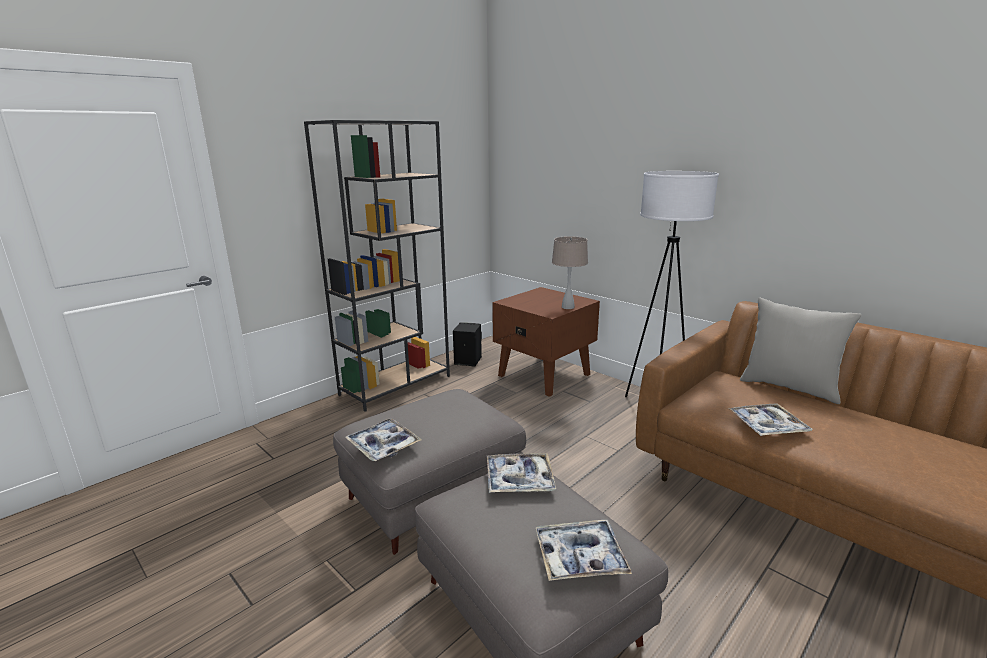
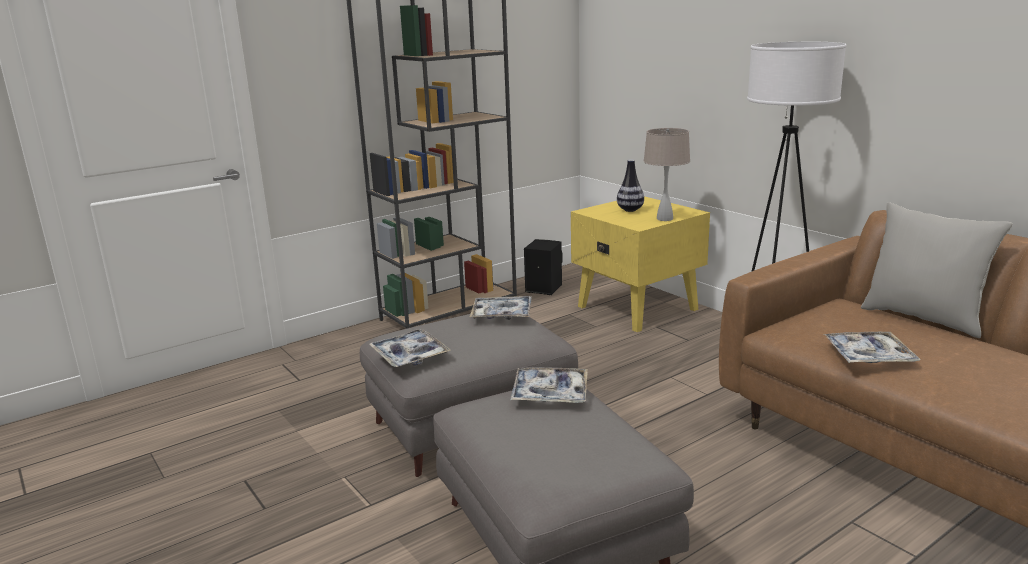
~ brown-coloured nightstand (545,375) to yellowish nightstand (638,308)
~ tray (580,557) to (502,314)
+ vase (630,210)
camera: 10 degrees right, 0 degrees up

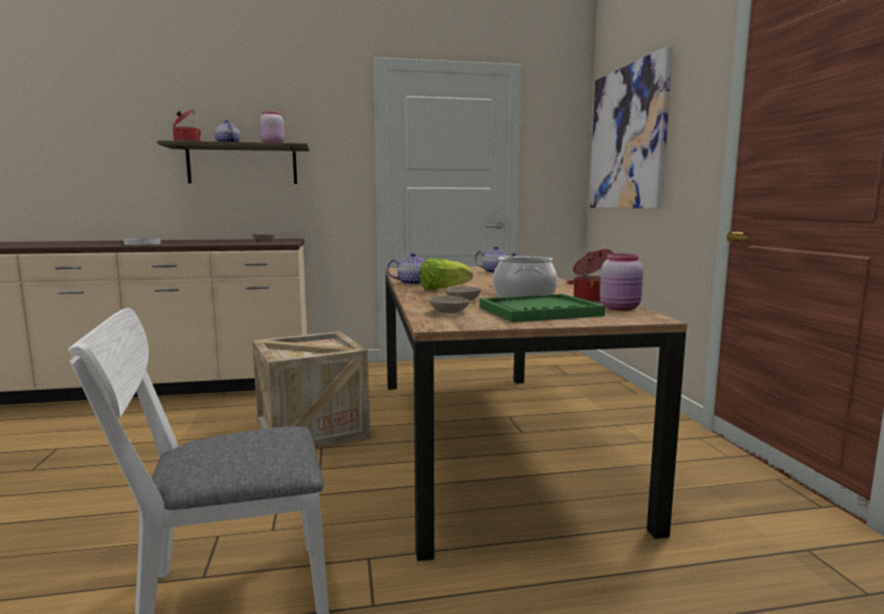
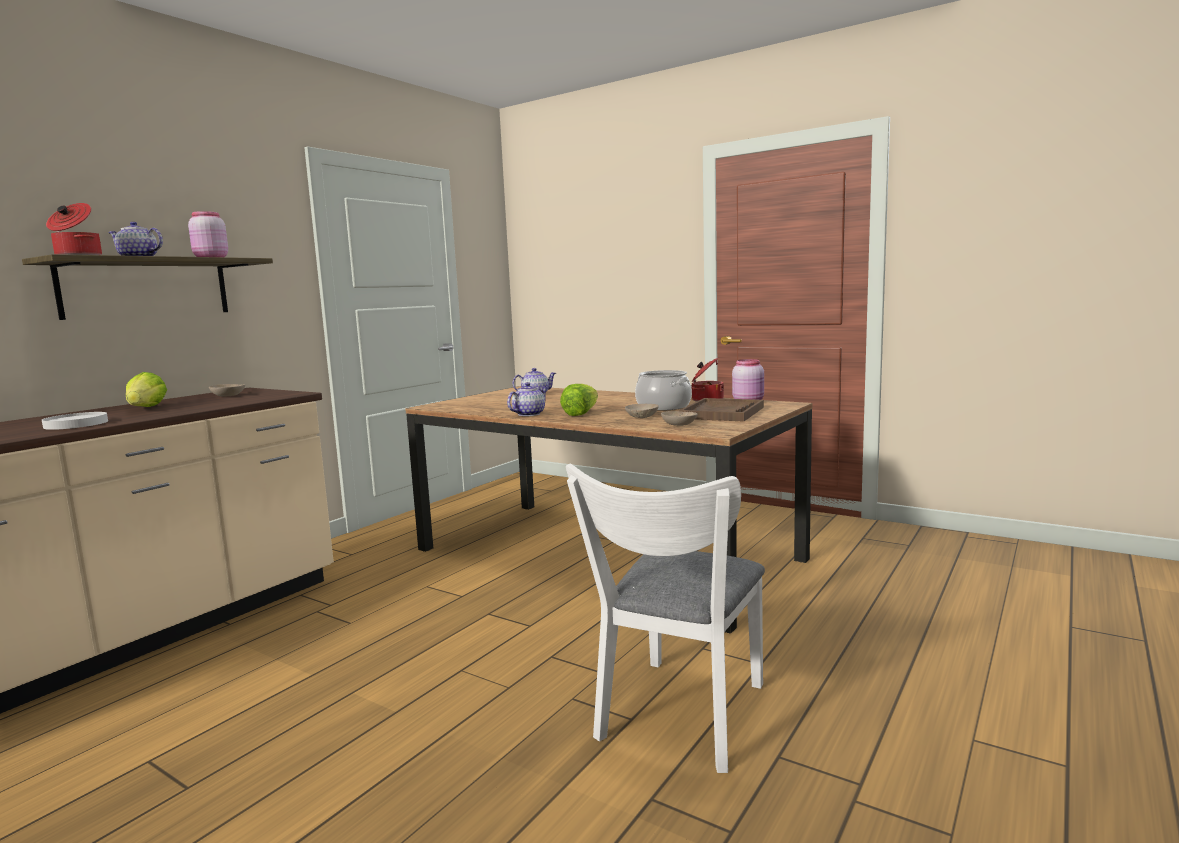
- crate (311,429)
~ green tray (539,311) to brown-coloured tray (722,413)
- wall picture (628,138)
+ lettuce head (146,408)
camera: 45 degrees left, 0 degrees up

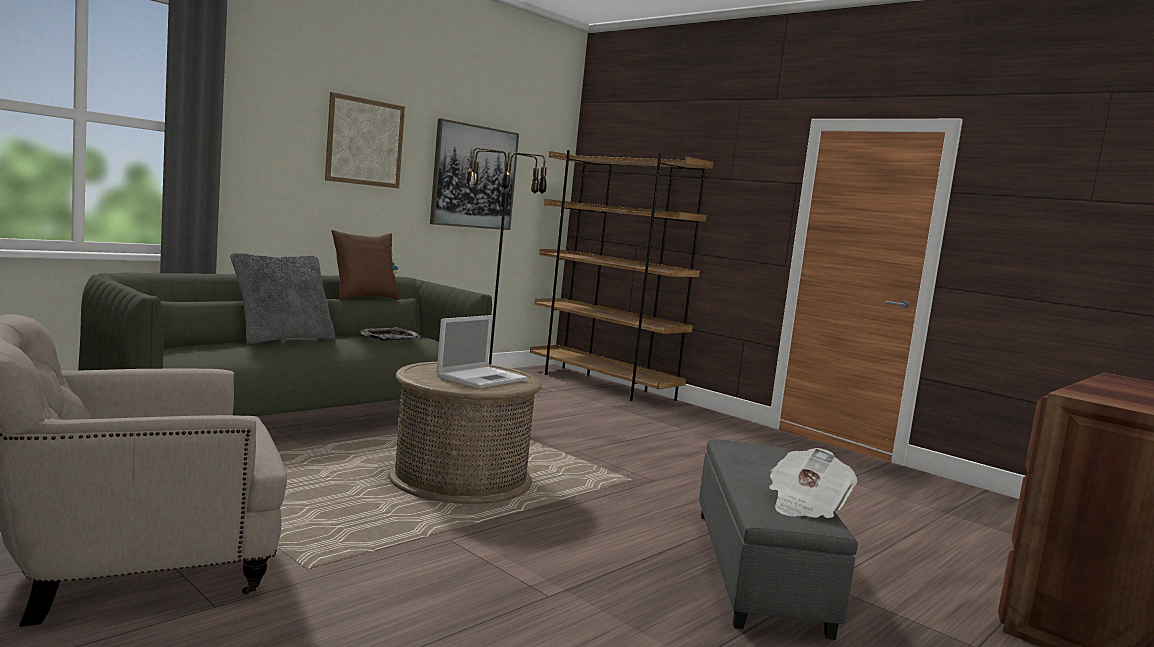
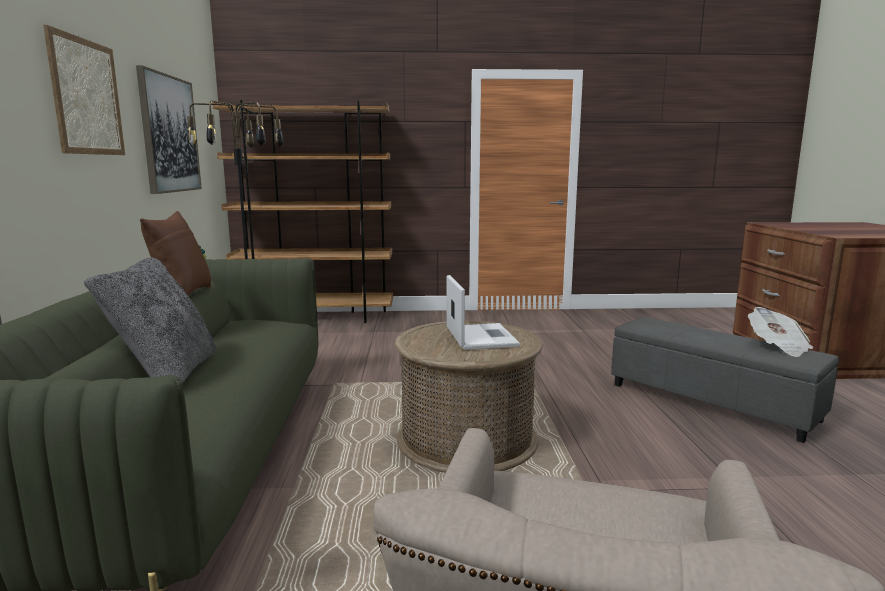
- tray (390,338)
camera: 45 degrees left, 5 degrees up

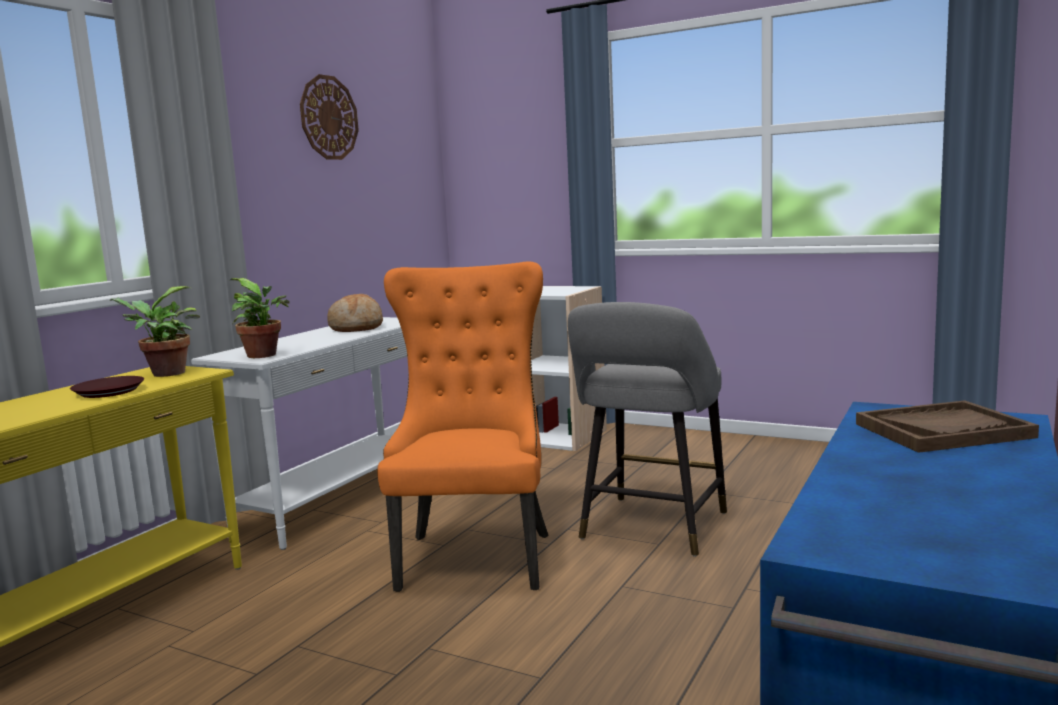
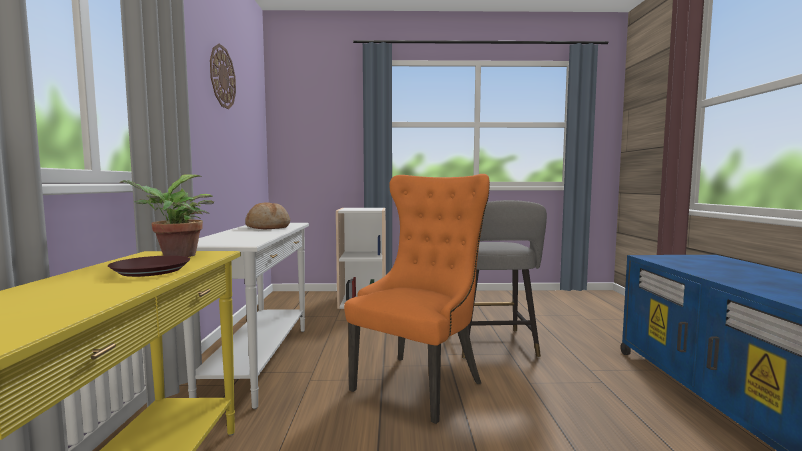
- houseplant (264,355)
~ orangey plain chair (474,559) = (418,385) 60 degrees clockwise
- brown-coloured tray (943,430)
camera: 30 degrees left, 5 degrees down

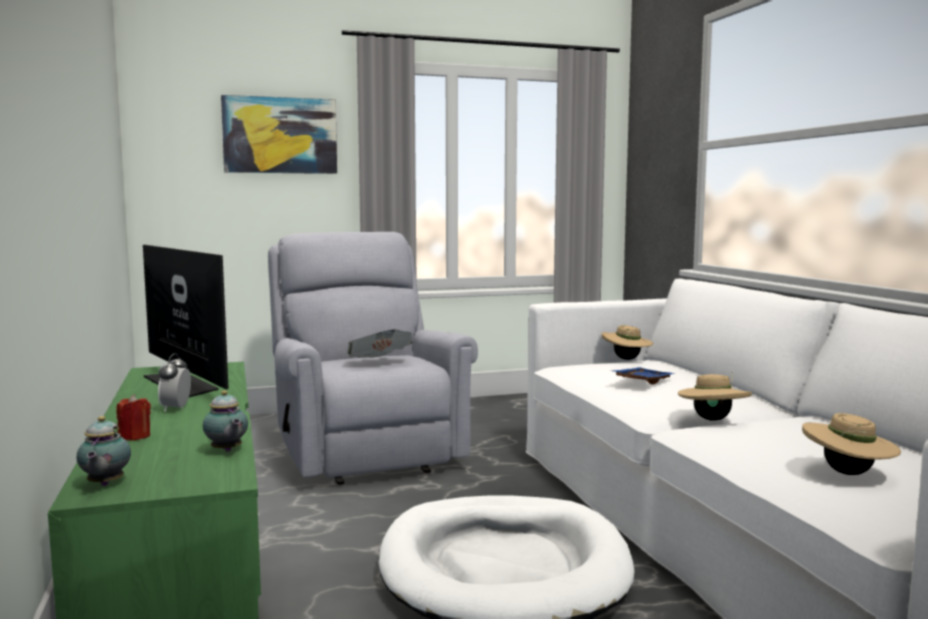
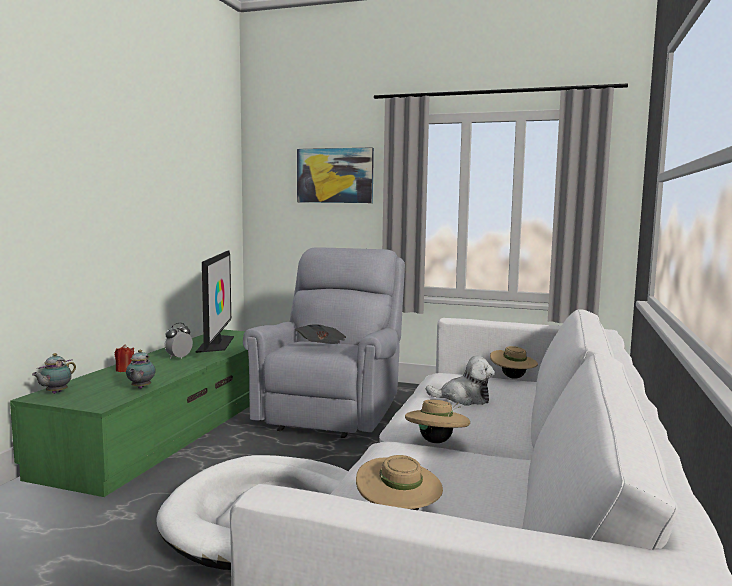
~ blue-coloured tray (641,382) to plush toy (463,399)
camera: 35 degrees right, 0 degrees up

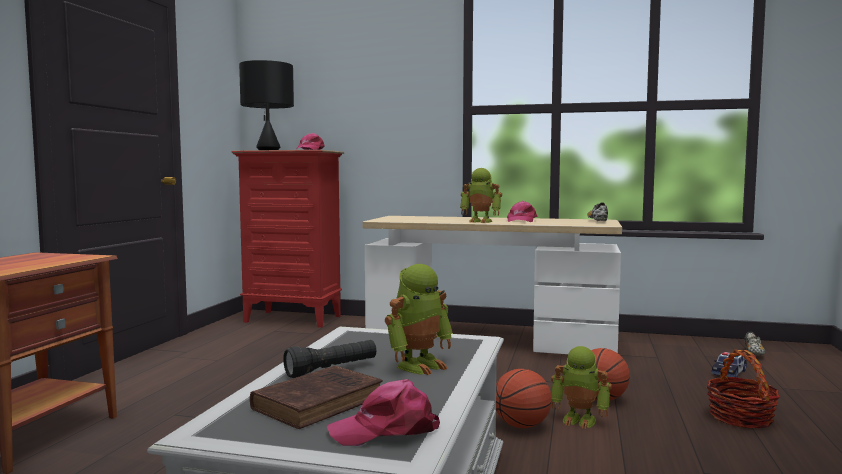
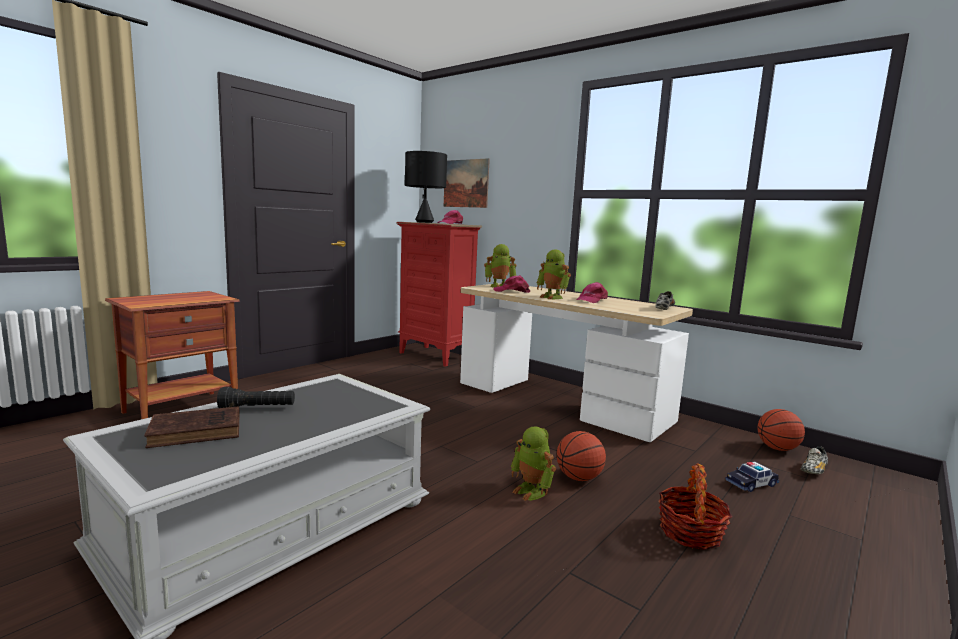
~ pink peaked cap (386,430) to (512,291)
~ robot figure (419,365) to (499,286)
~ ball for basketball (521,426) to (777,448)
+ wall picture (466,183)
camera: 25 degrees right, 5 degrees up

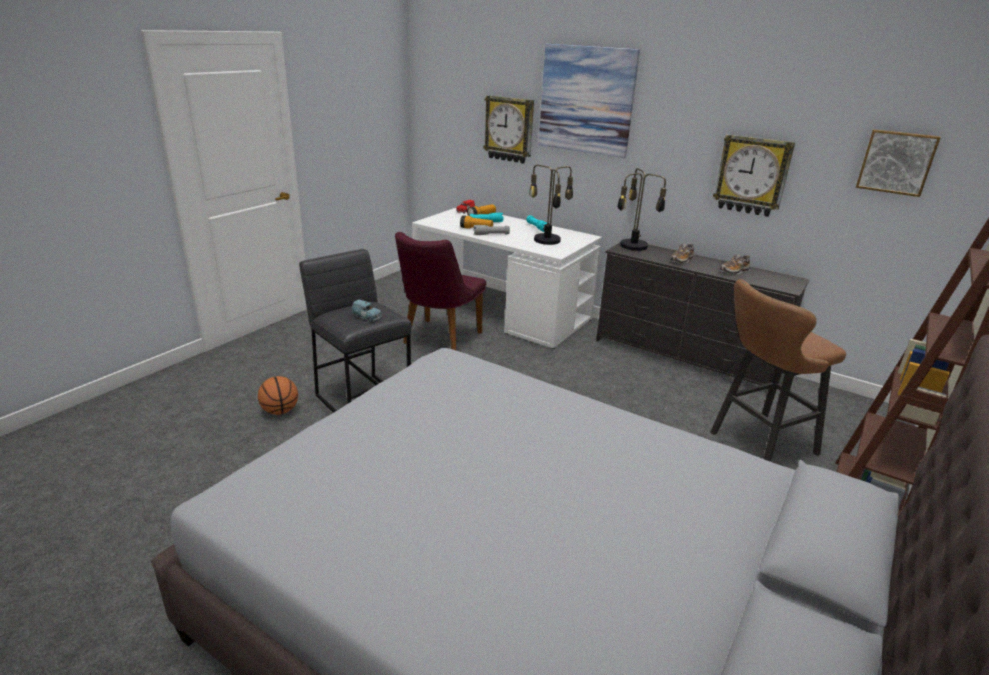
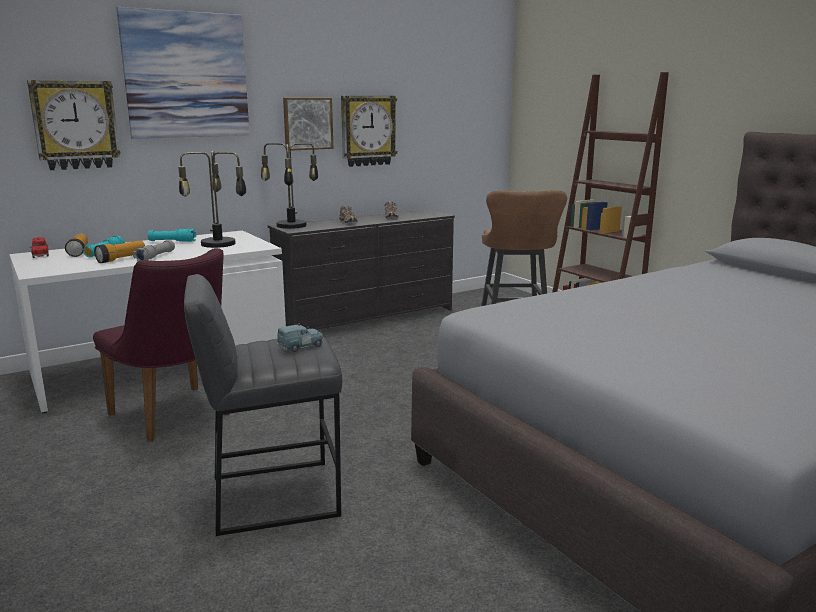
- ball for basketball (280,411)
~ wall picture (896,162) to (307,123)
camera: 65 degrees left, 10 degrees down

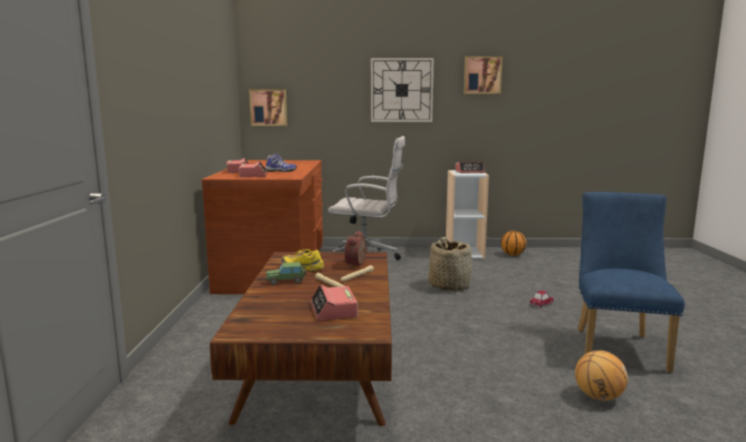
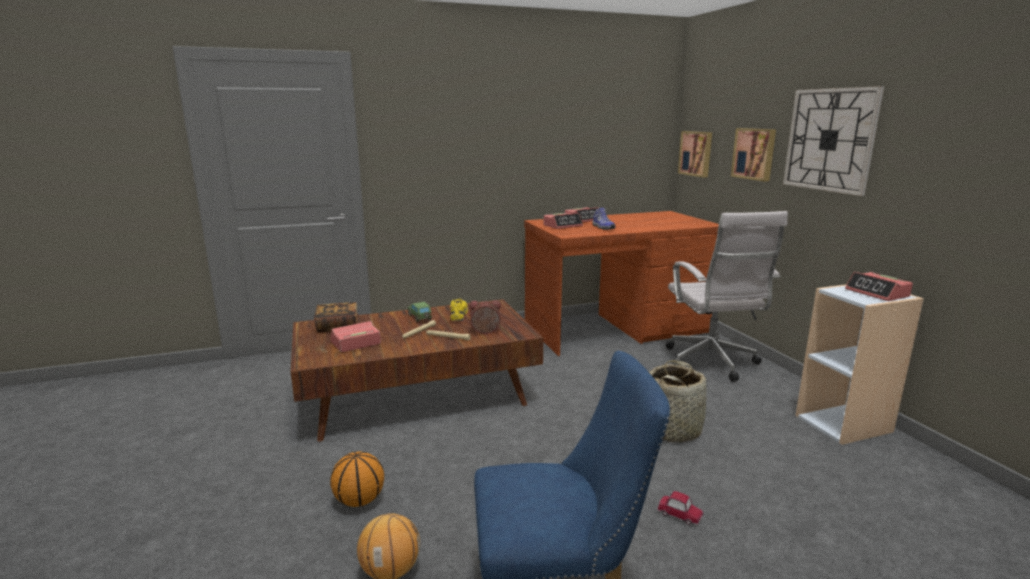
~ wall picture (482,75) to (754,154)
~ ball for basketball (512,254) to (360,500)
+ book (338,326)
camera: 70 degrees right, 5 degrees up

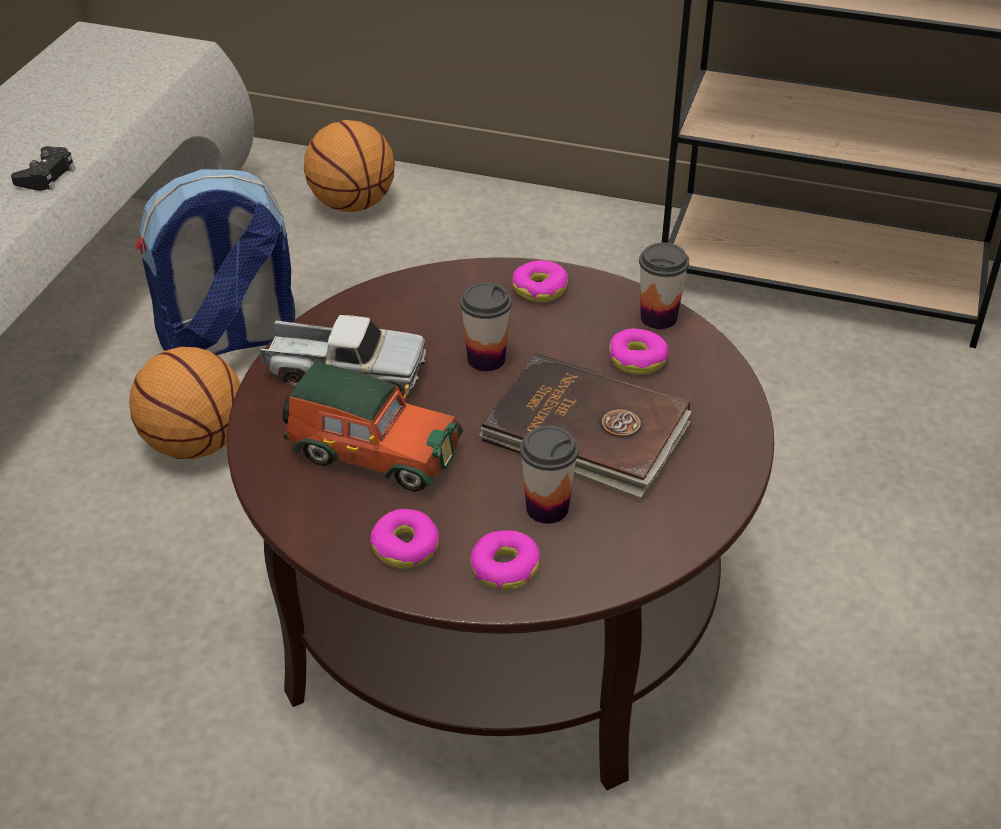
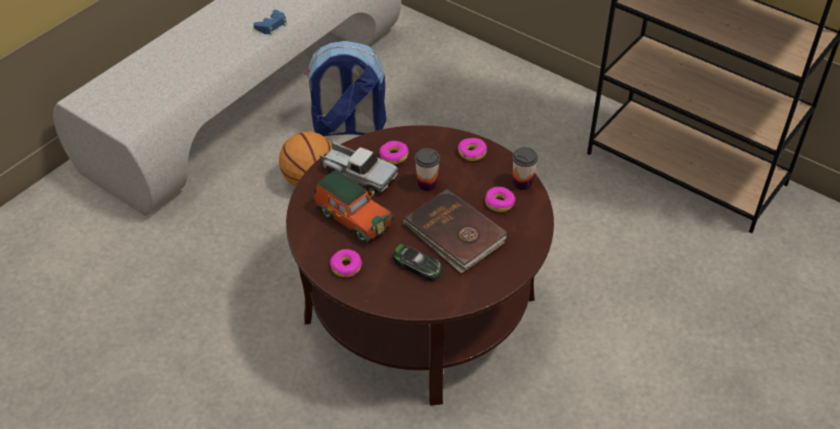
~ blackish joypad (46,175) to blue-coloured joypad (271,26)
- ball for basketball (353,204)
~ donut (504,568) to (393,156)
~ drinking cup (547,508) to toy car (417,266)
camera: 20 degrees right, 5 degrees up

